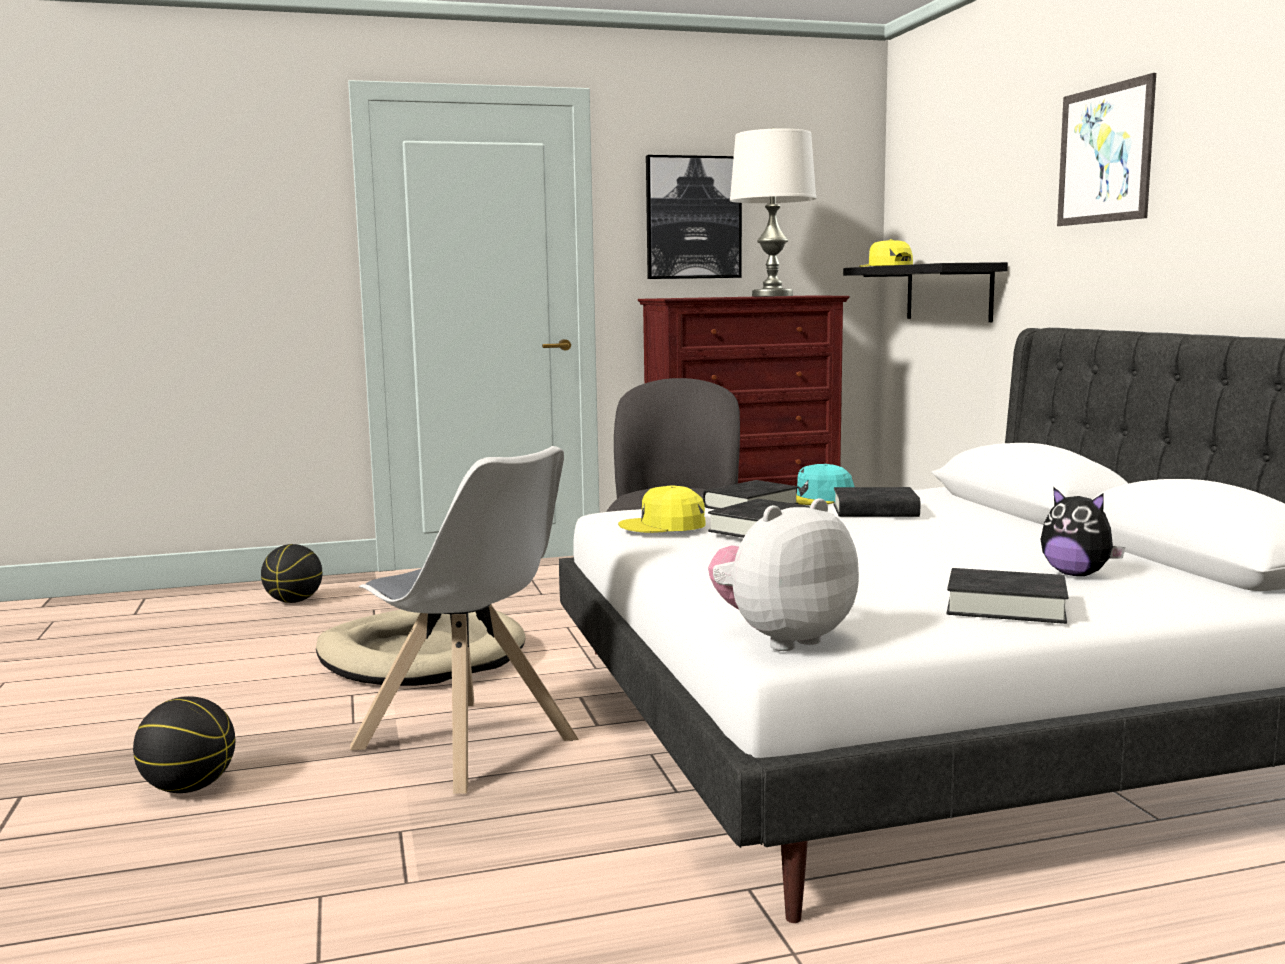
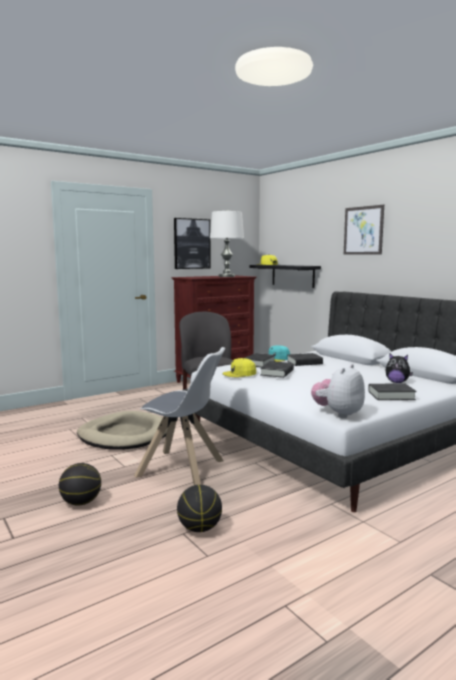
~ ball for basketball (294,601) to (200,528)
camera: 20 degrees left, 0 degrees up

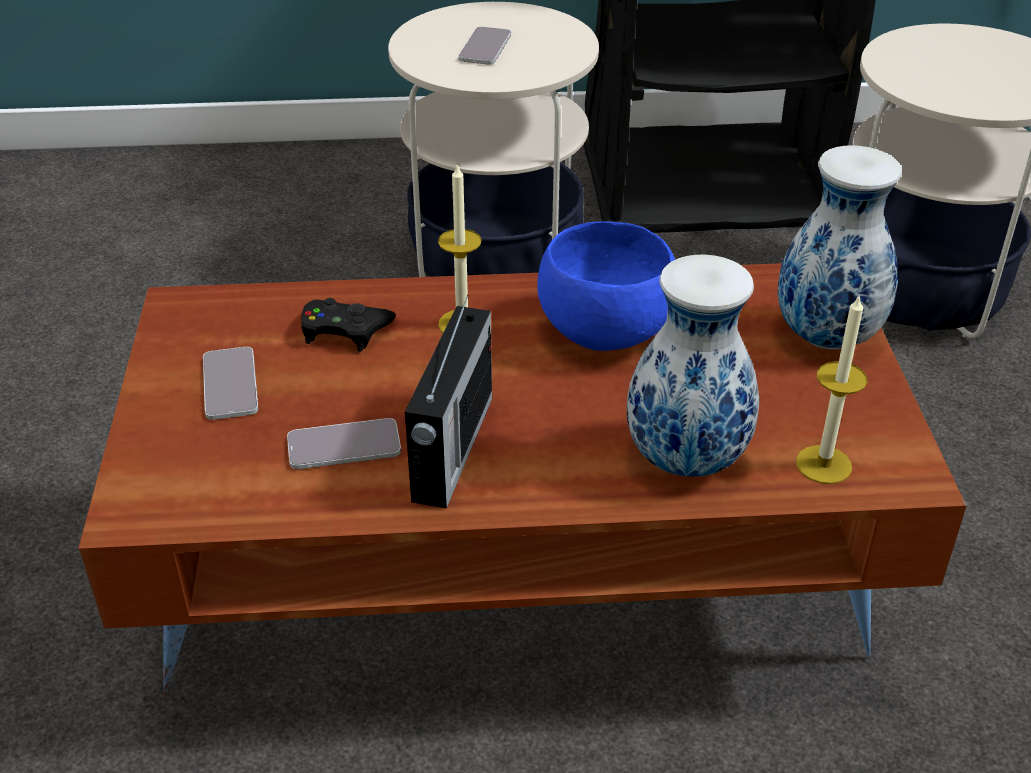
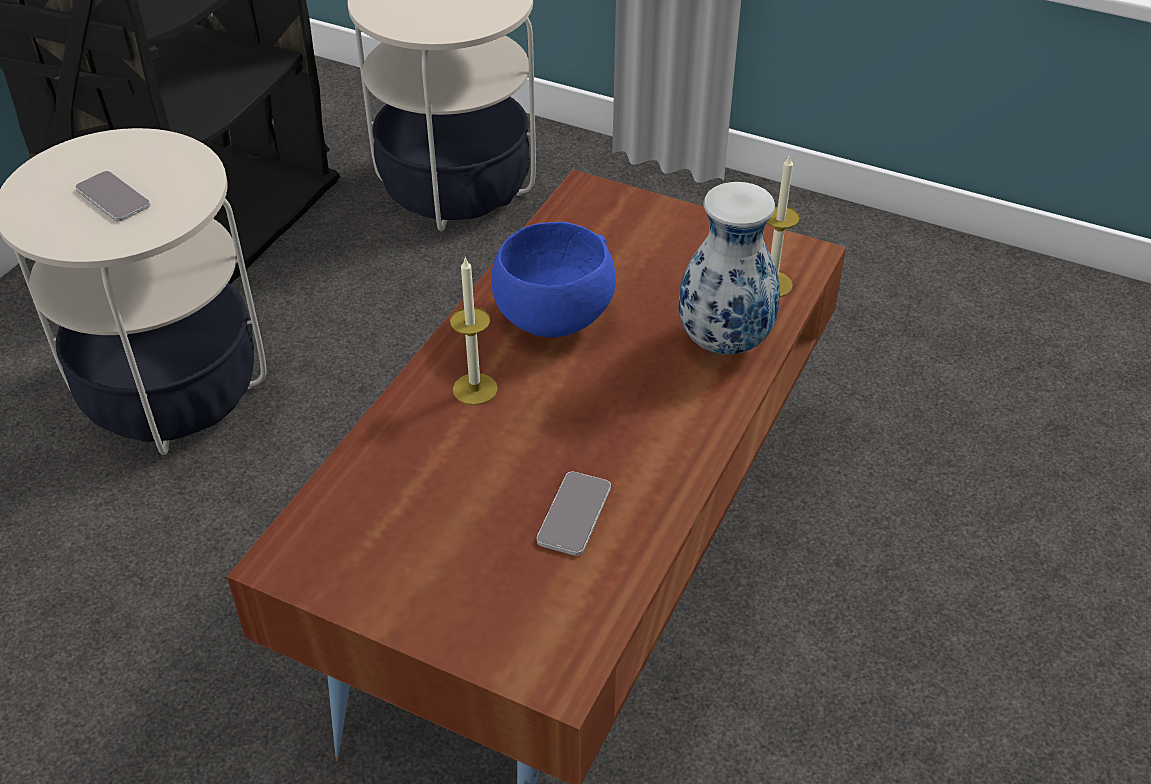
- telephone (230,384)
- blackish joypad (344,330)
- radio (451,450)
- vase (824,338)
camera: 60 degrees left, 5 degrees up

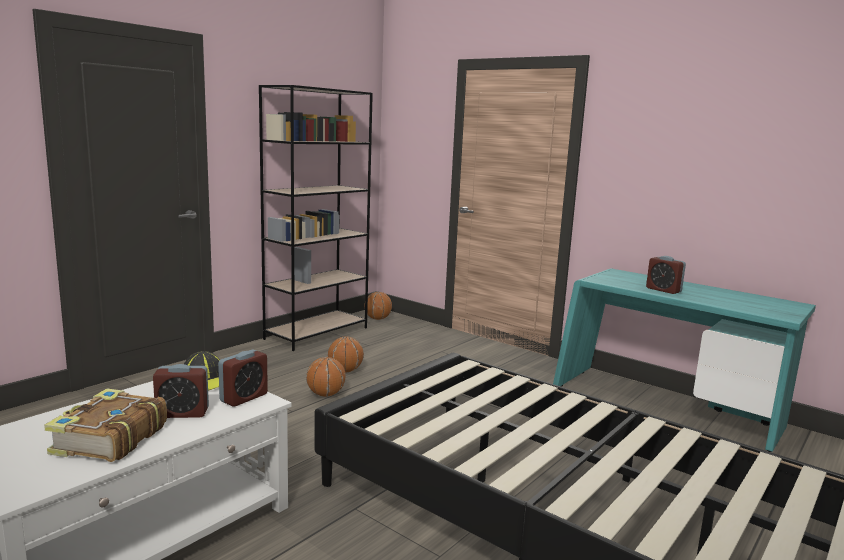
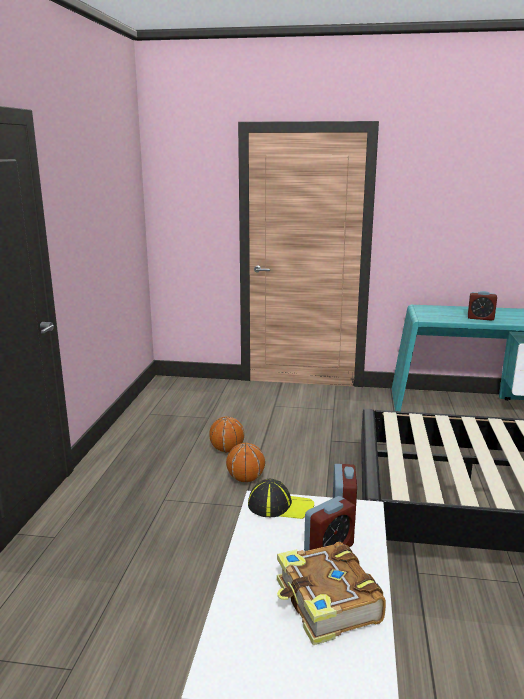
- beige-coloured bookshelf (317,333)
- ball for basketball (377,319)
camera: 30 degrees left, 5 degrees up

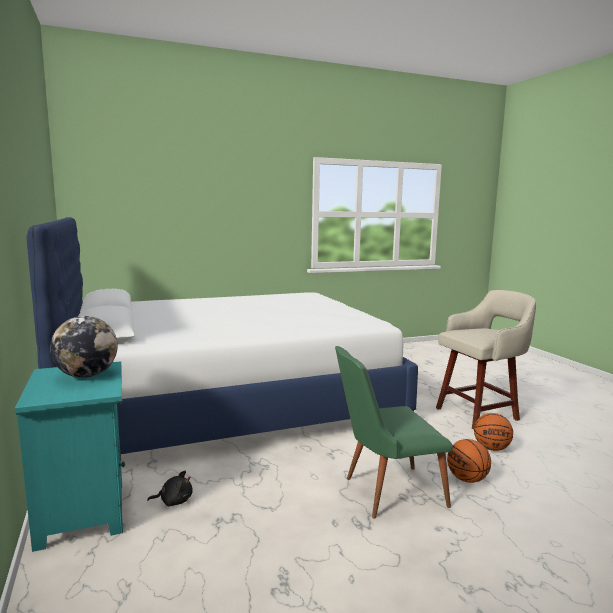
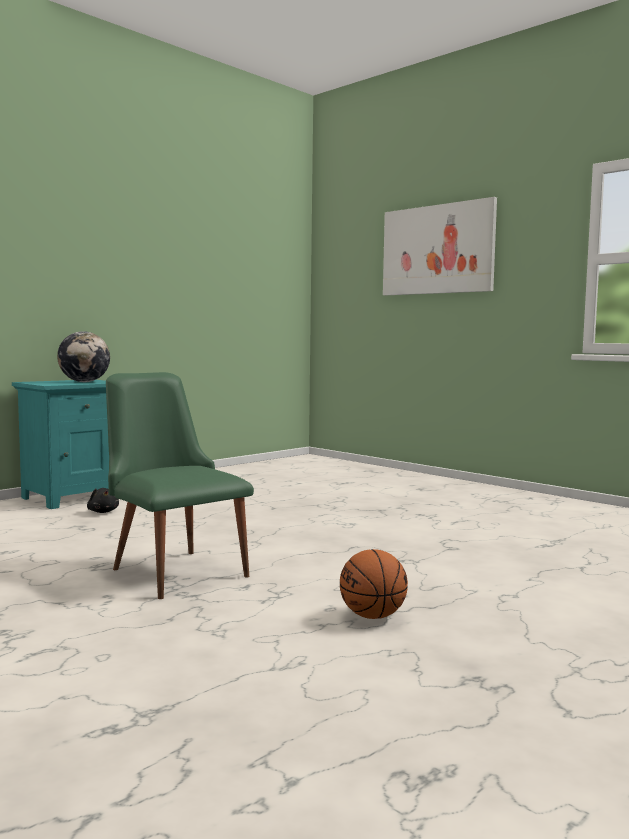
- white-coloured bedroom bed (228,402)
- beige-coloured stool seat (479,413)
- ball for basketball (467,479)
+ wall picture (437,249)
camera: 65 degrees right, 5 degrees down

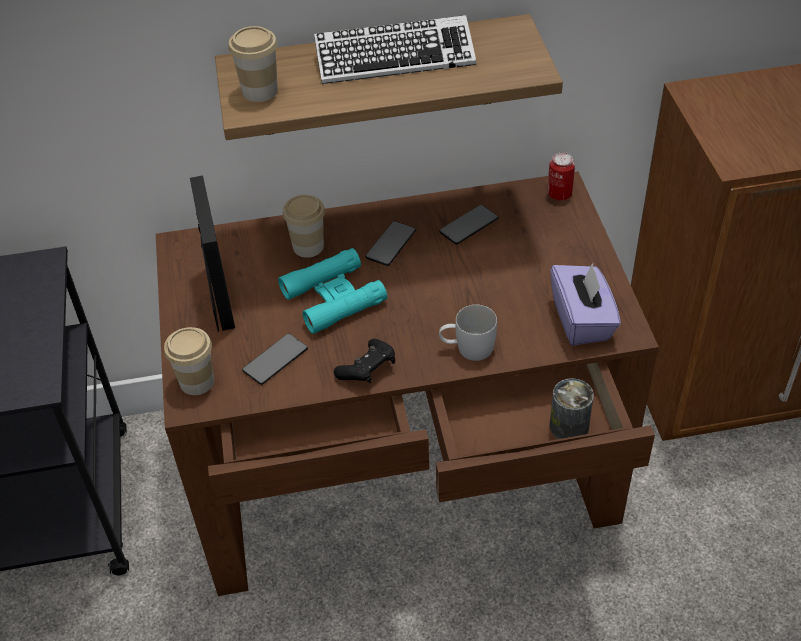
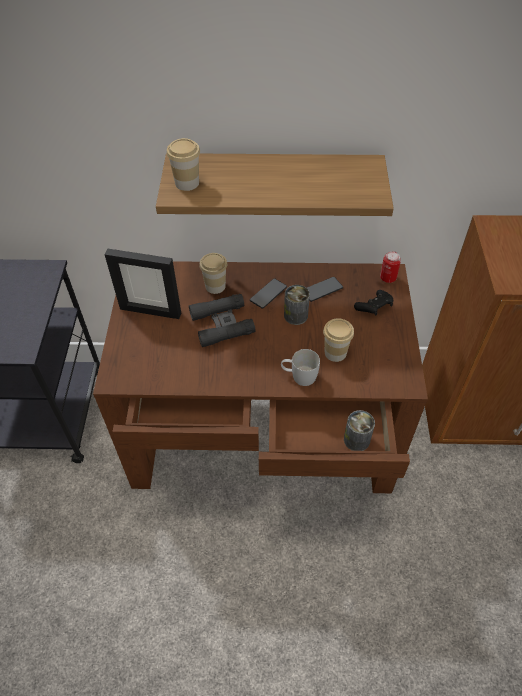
~ drinking cup (197,382) to (335,352)
~ standing frame (219,296) = (151,310) 105 degrees clockwise
- telephone (275,360)
~ blue-green binoculars (333,297) to blackish binoculars (222,324)
- keyboard (395,59)
~ blackish joypad (368,370) to (374,308)
- purple tissue box (582,320)
+ can (295,315)
camera: 10 degrees right, 5 degrees up

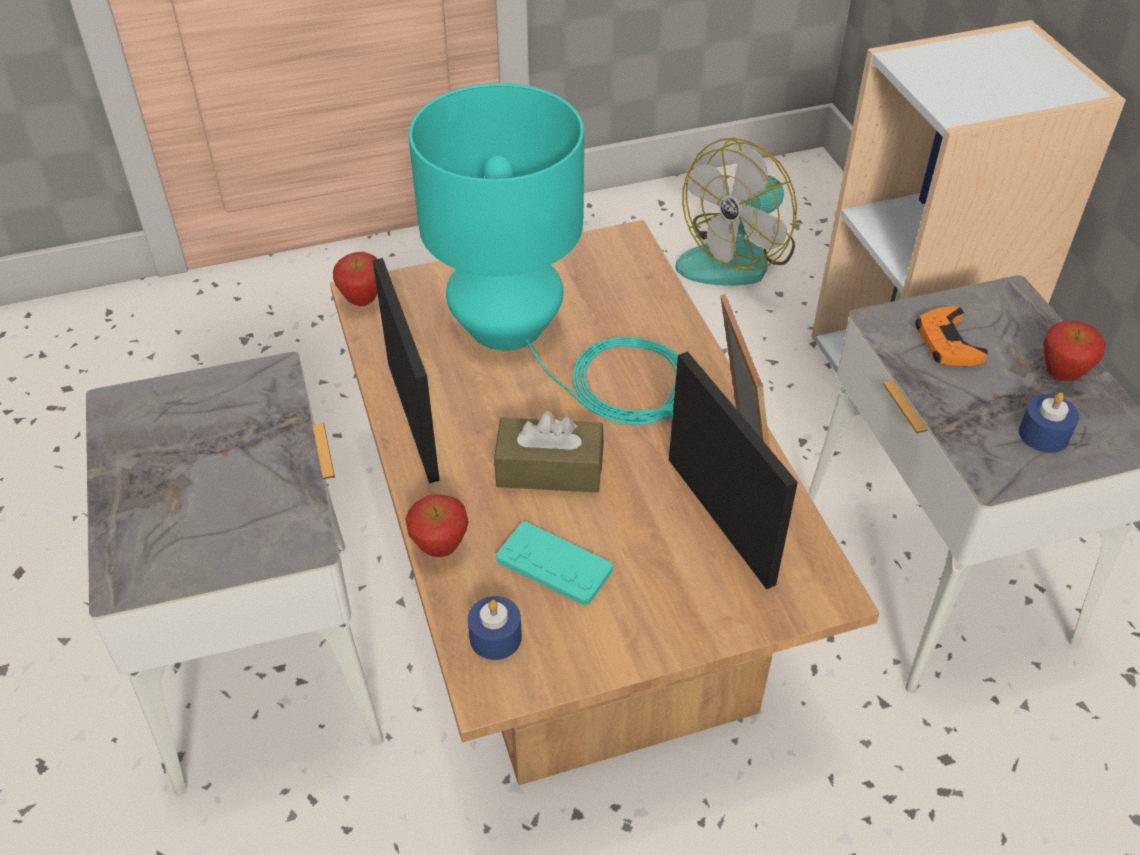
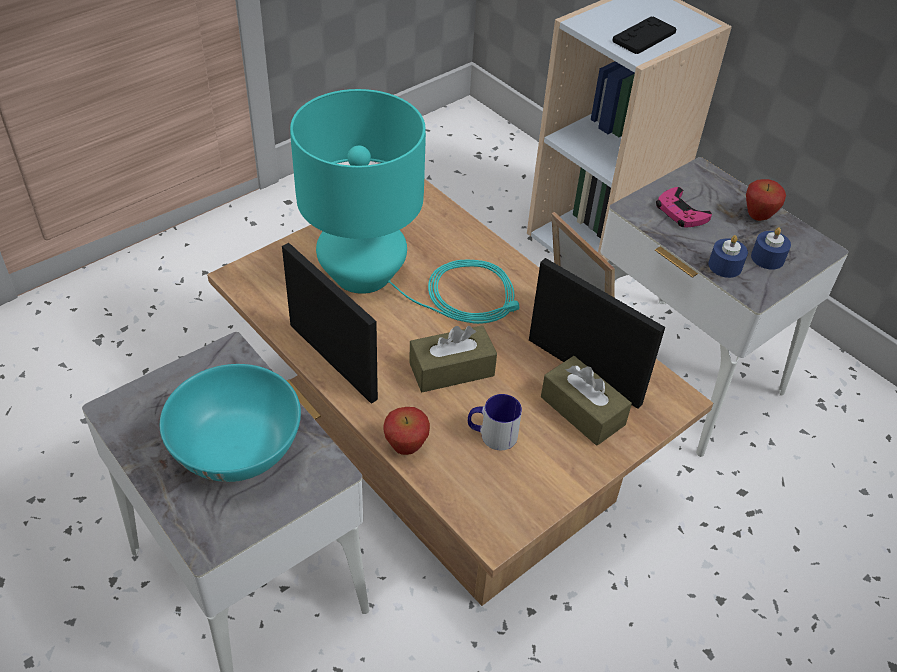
- apple (362,301)
~ blue-coloured wax light (495,637) to (725,266)
~ blue-green joypad (554,564) to coffee mug (492,435)
- cooling fan (738,257)
~ orangey joypad (947,343) to pink joypad (680,212)
+ blue-green deep dish (238,451)
+ brown-coloured tissue box (582,411)
+ blackish joypad (644,37)
camera: 25 degrees left, 0 degrees up

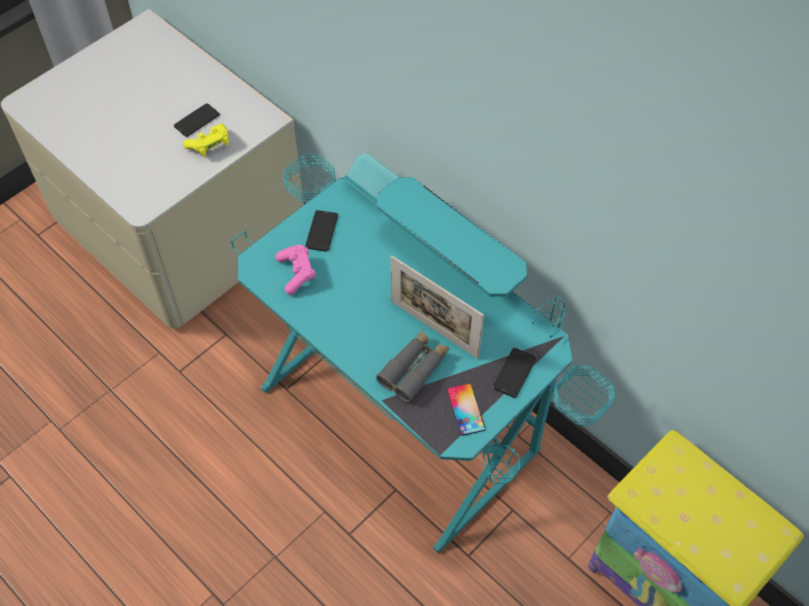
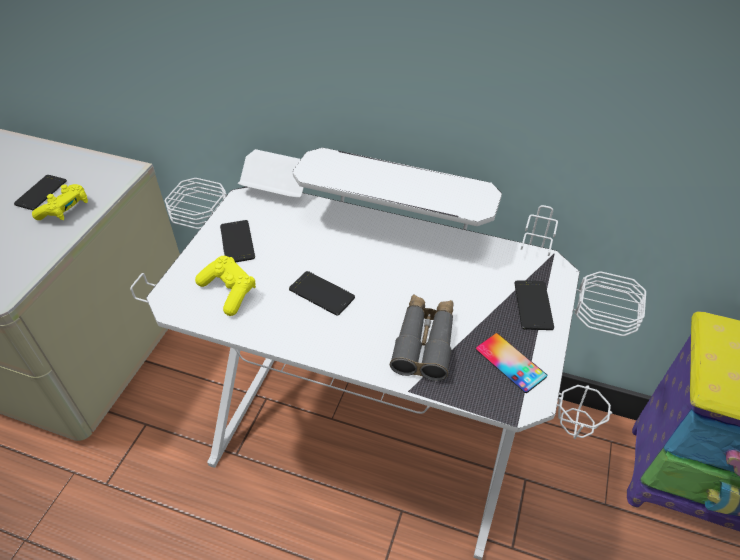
~ blue-green desk unit (405,413) to white-coloured desk unit (370,429)
~ pink joypad (297,273) to yellowish joypad (229,291)
- standing frame (434,329)
+ telephone (321,293)
camera: 25 degrees left, 10 degrees down

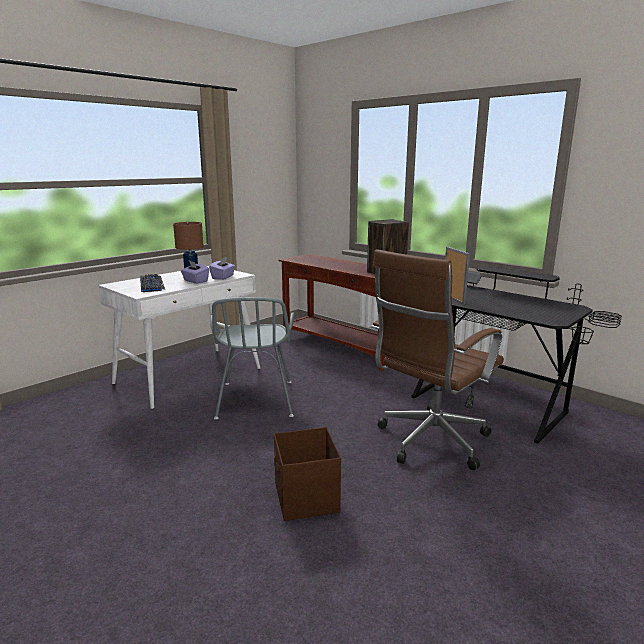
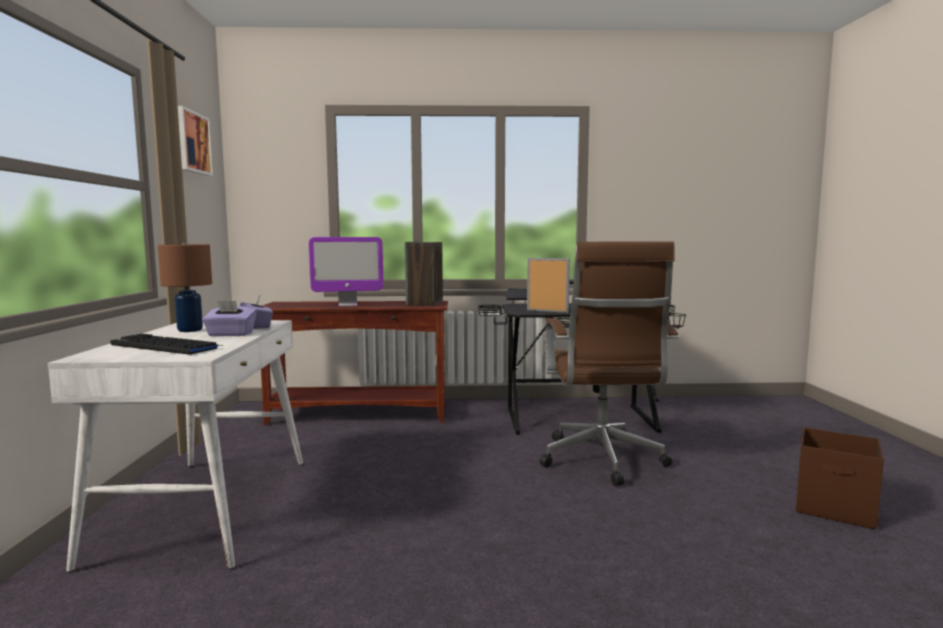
- greyish plain chair (256,401)
~ brown-coloured storage container (306,499) to (836,508)
+ wall picture (191,142)
+ monitor (348,305)
camera: 45 degrees left, 10 degrees down

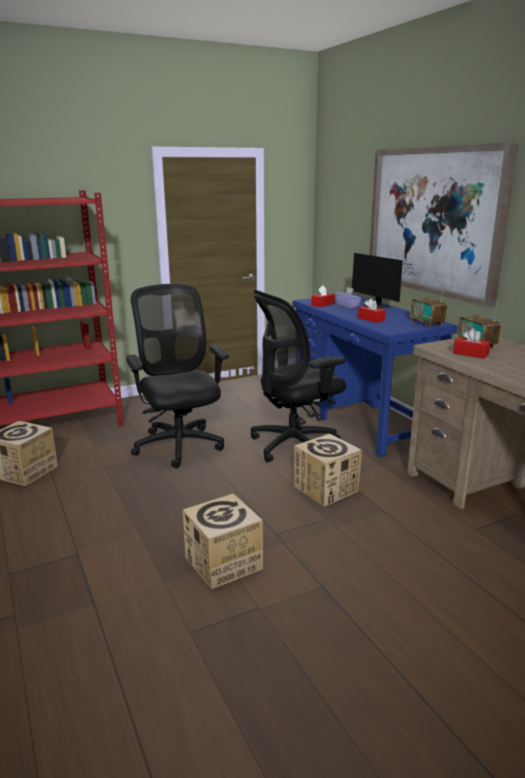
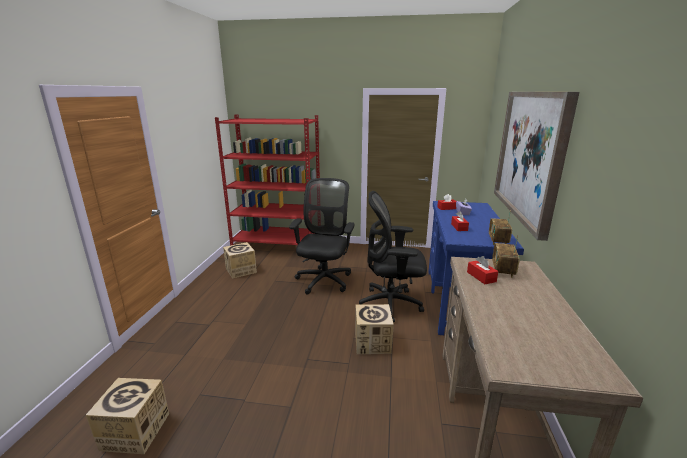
~ cardboard box (223,563) to (135,431)
- monitor (377,306)
camera: 35 degrees right, 0 degrees up

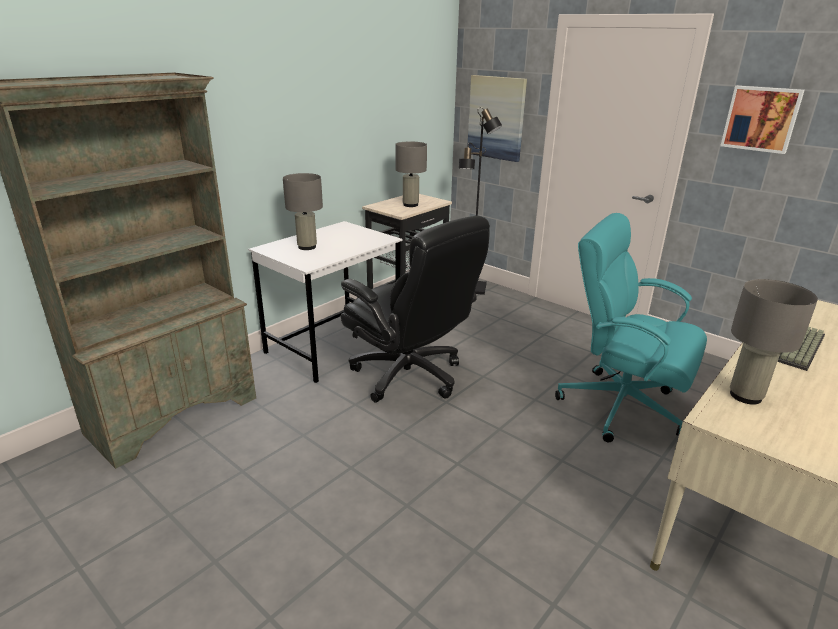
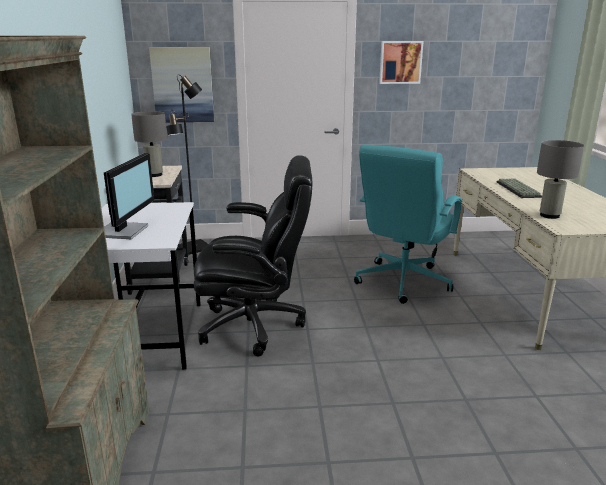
~ greyish table lamp (307,247) to monitor (124,231)
~ blue-green office chair (621,407) = (403,280) 45 degrees counterclockwise
camera: 45 degrees left, 5 degrees down

